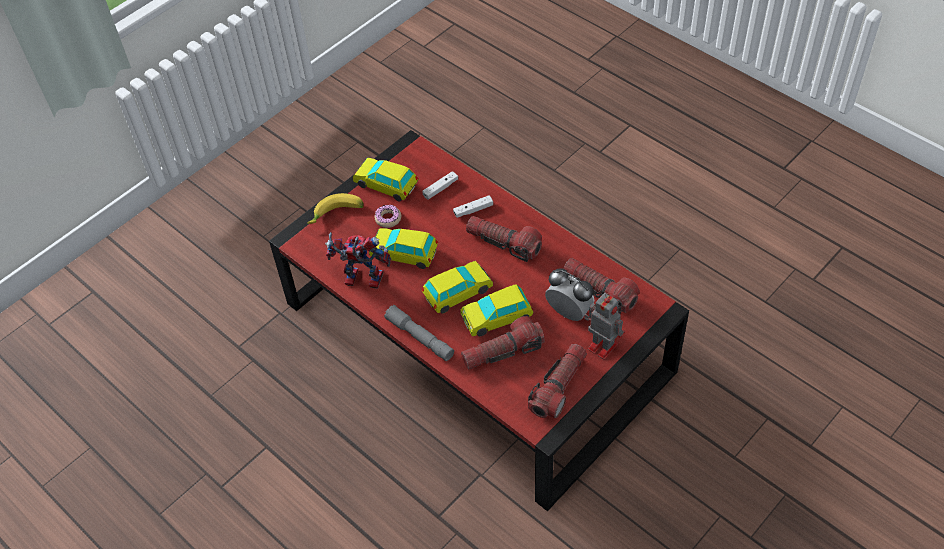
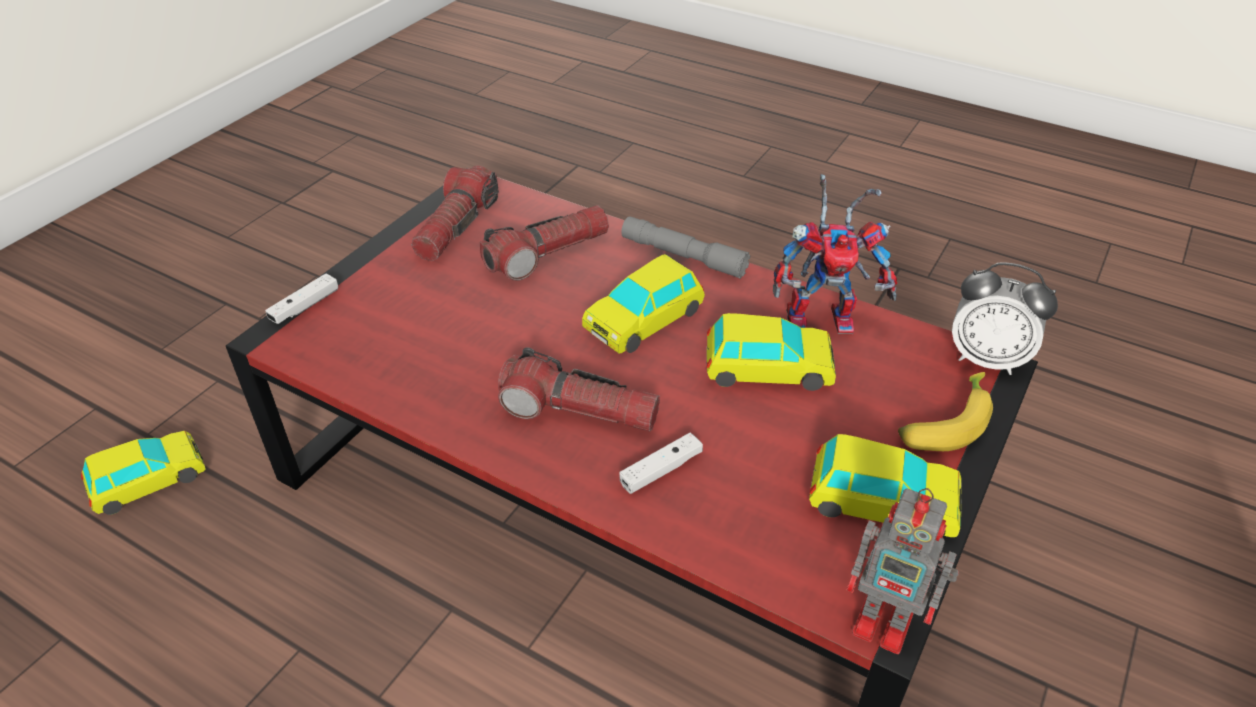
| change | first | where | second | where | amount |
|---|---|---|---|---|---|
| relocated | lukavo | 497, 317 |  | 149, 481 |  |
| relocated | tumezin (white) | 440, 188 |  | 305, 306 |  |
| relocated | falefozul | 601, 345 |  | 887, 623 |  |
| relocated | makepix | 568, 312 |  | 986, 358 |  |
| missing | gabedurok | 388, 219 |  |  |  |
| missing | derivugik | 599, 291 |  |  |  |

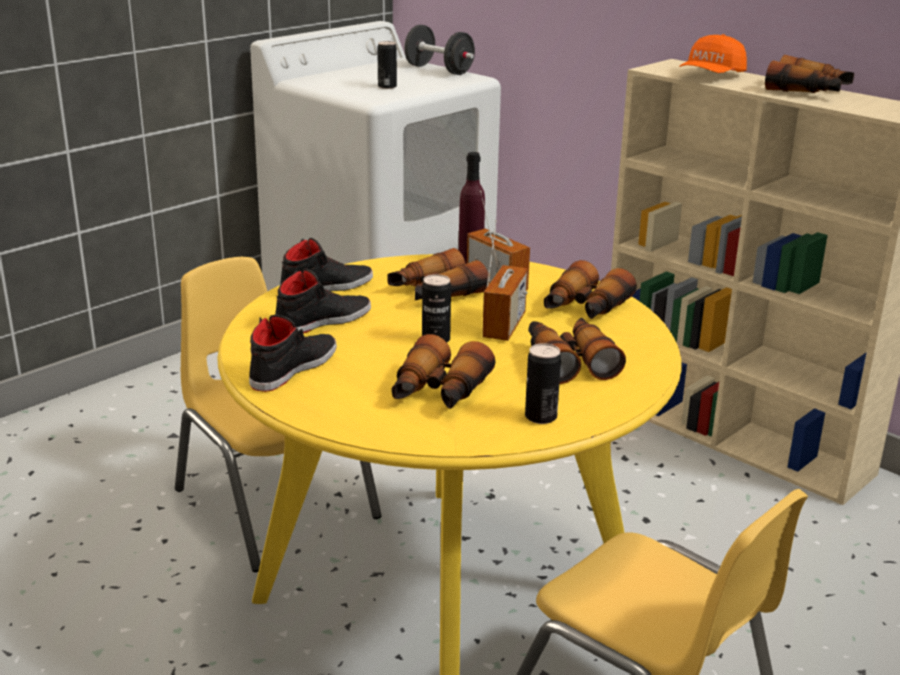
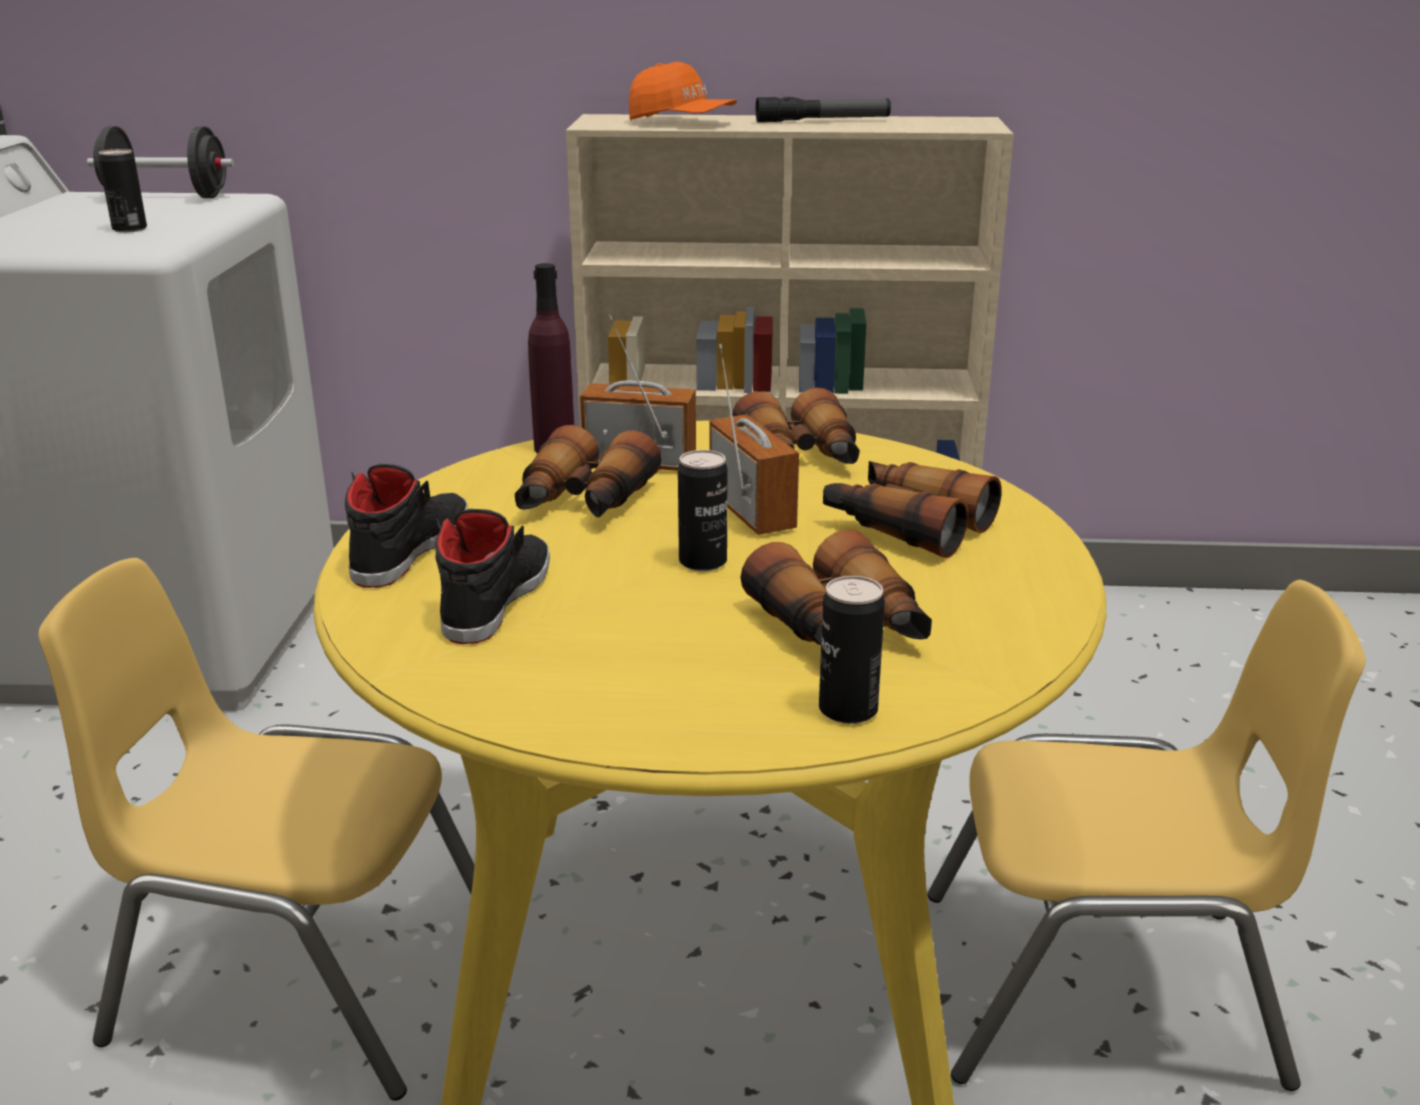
| change | first | where | second | where | amount |
|---|---|---|---|---|---|
| spun | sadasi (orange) | 711, 76 |  | 681, 122 | 60 degrees counterclockwise |
| exchanged | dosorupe | 808, 91 | derivugik | 823, 121 |  |
| relocated | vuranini | 540, 417 |  | 848, 710 |  |
| missing | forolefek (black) | 293, 368 |  |  |  |

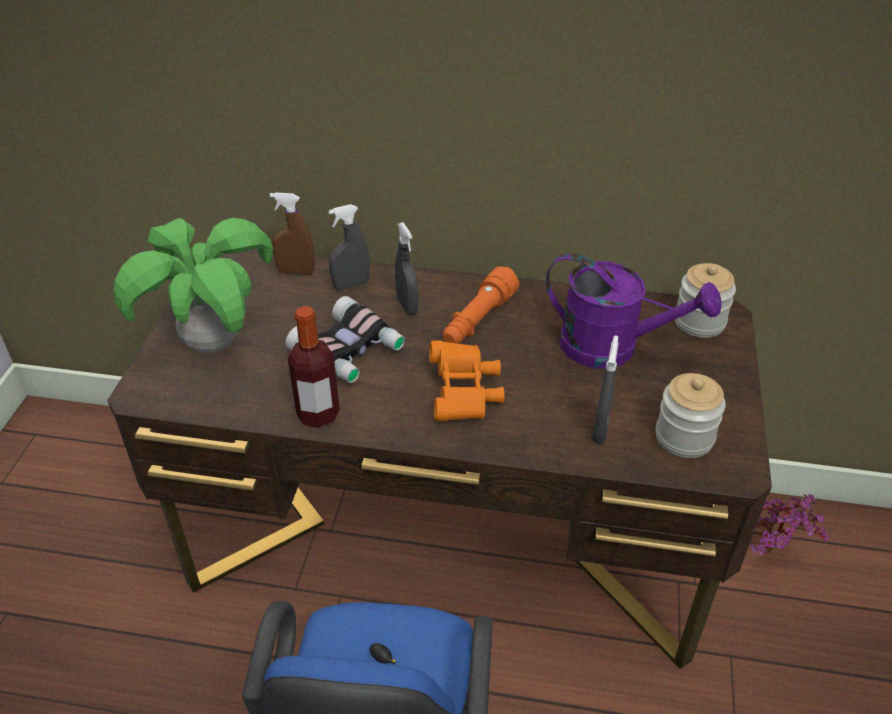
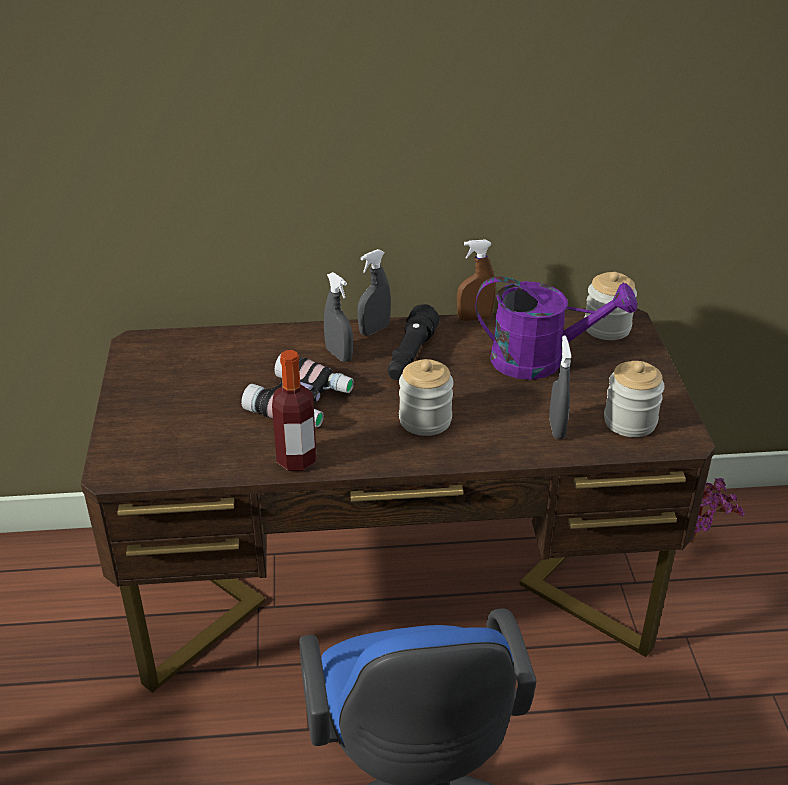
| change | first | where | second | where | amount |
|---|---|---|---|---|---|
| relocated | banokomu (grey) | 351, 285 |  | 374, 330 |  |
| colour | derivugik (orange) | 478, 320 | derivugik (black) | 410, 357 |  |
| exchanged | dosorupe (orange) | 464, 394 | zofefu | 425, 420 |  |
| relocated | banokomu (brown) | 296, 272 |  | 475, 318 |  |
| missing | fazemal | 212, 343 |  |  |  |

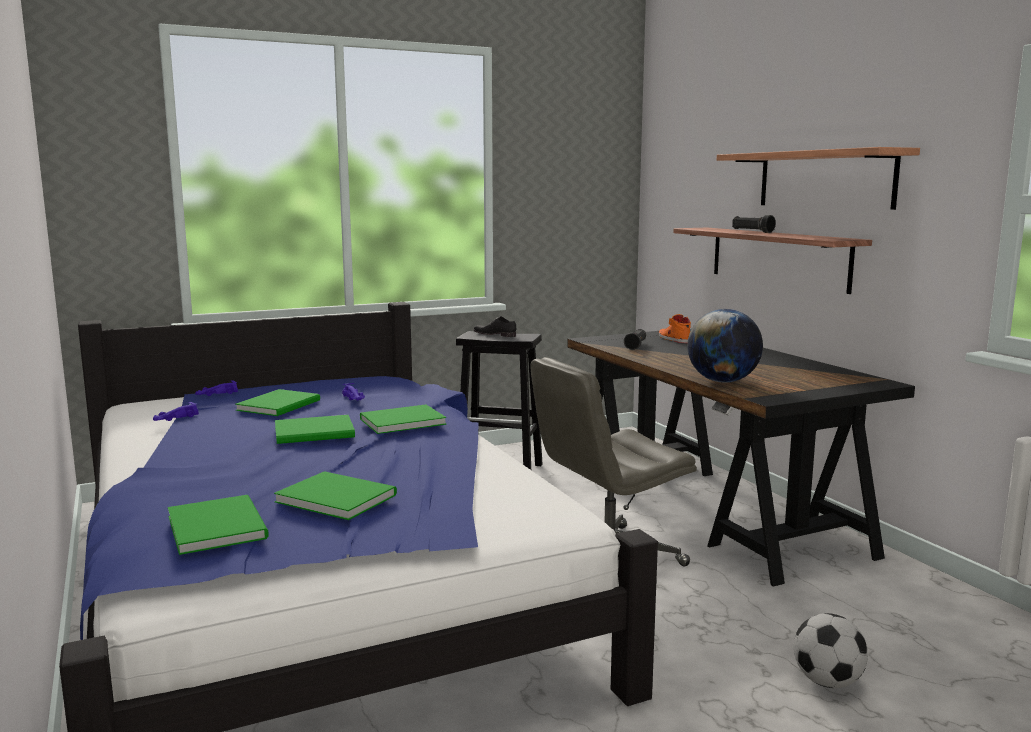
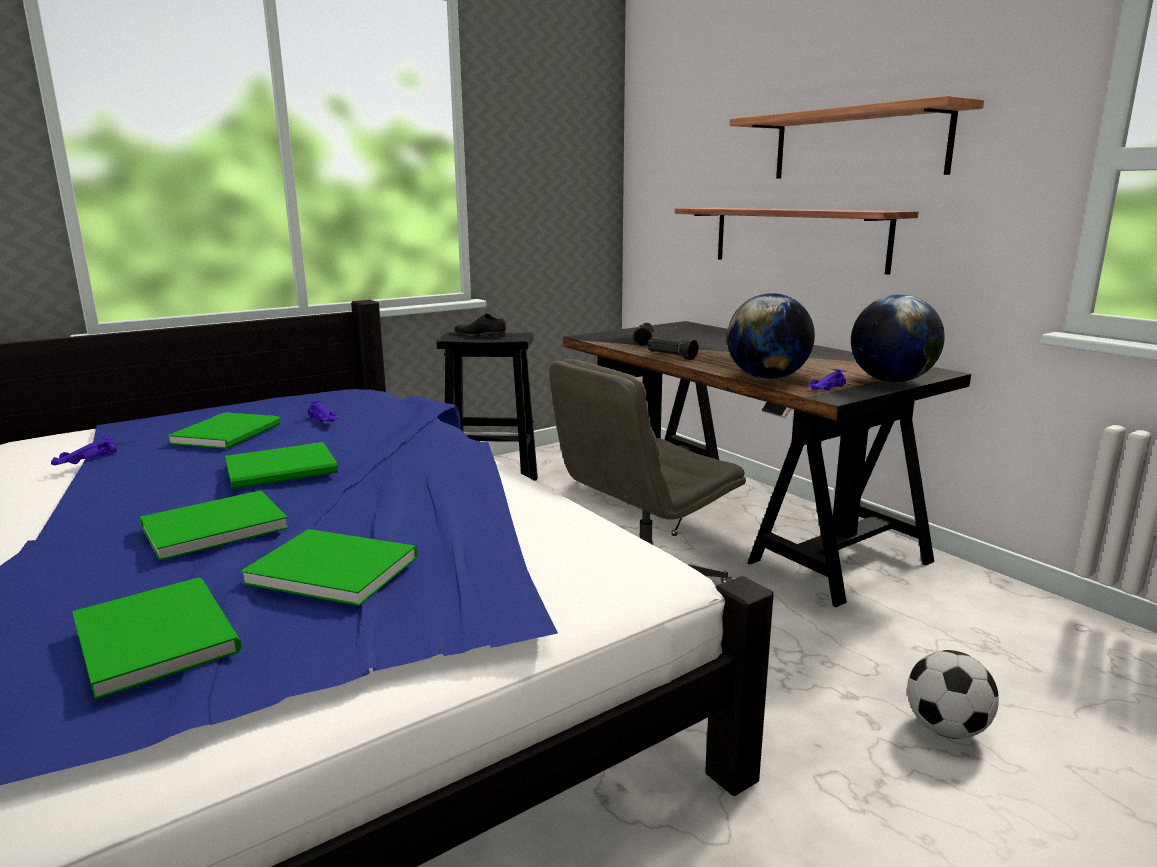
| change | first | where | second | where | amount |
|---|---|---|---|---|---|
| relocated | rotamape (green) | 399, 421 |  | 210, 527 |  |
| relocated | derivugik (black) | 752, 232 |  | 671, 357 |  |
| relocated | lukavo (purple) | 216, 394 |  | 825, 388 |  |
| appeared |  |  | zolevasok | 891, 381 |  |
| missing | forolefek (orange) | 673, 339 |  |  |  |

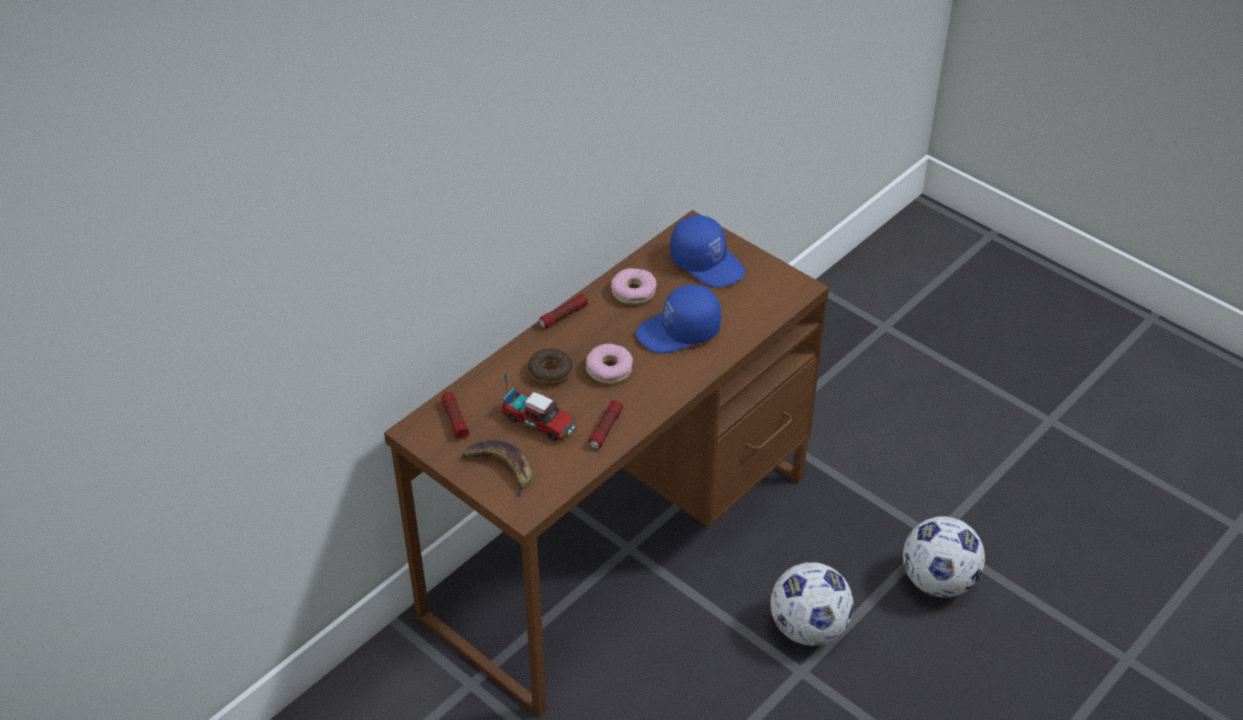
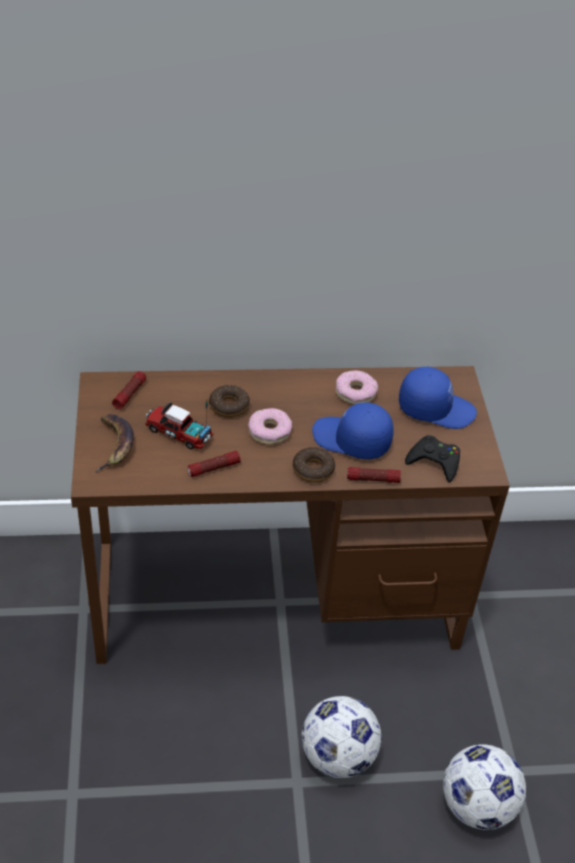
| change | first | where | second | where | amount |
|---|---|---|---|---|---|
| spun | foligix | 539, 422 |  | 178, 433 | 135 degrees clockwise |
| appeared |  |  | gabedurok | 313, 470 |  |
| relocated | derivugik | 563, 316 |  | 373, 479 |  |
| spun | sadasi (blue) | 707, 263 |  | 436, 408 | 75 degrees counterclockwise |
| appeared |  |  | tumezin (black) | 434, 462 |  |

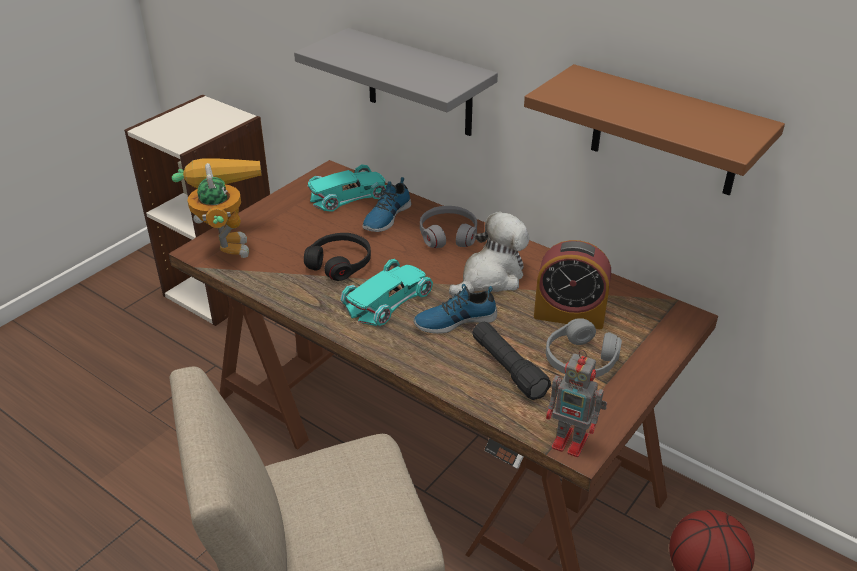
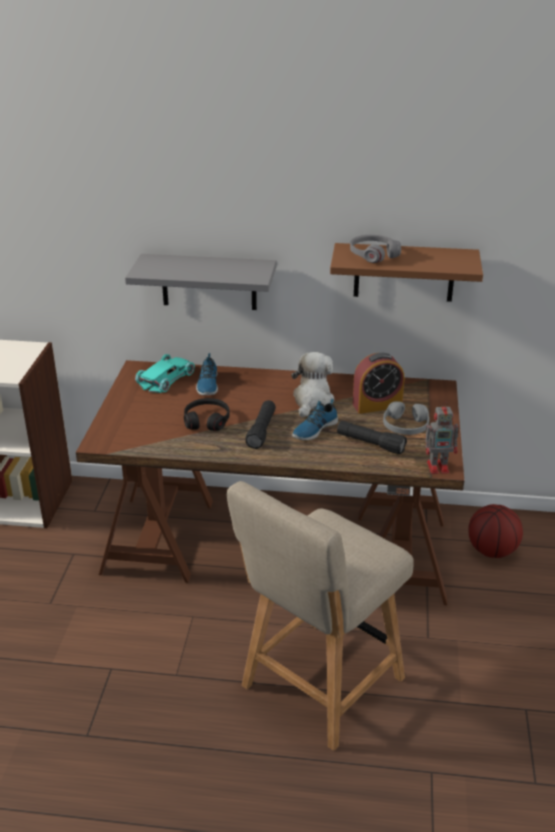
| change | first | where | second | where | amount |
|---|---|---|---|---|---|
| exchanged | lukavo (turquoise) | 389, 299 | derivugik (black) | 261, 431 |  |
| relocated | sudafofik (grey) | 448, 234 |  | 373, 255 |  |
| missing | falefozul | 225, 241 |  |  |  |

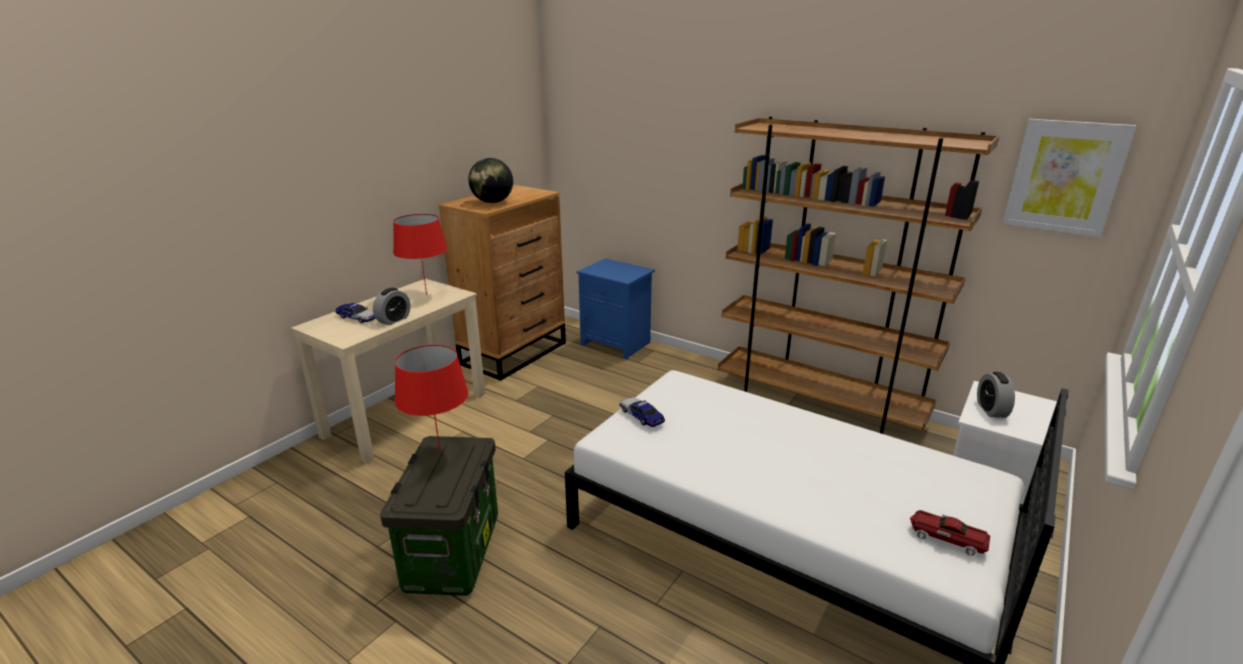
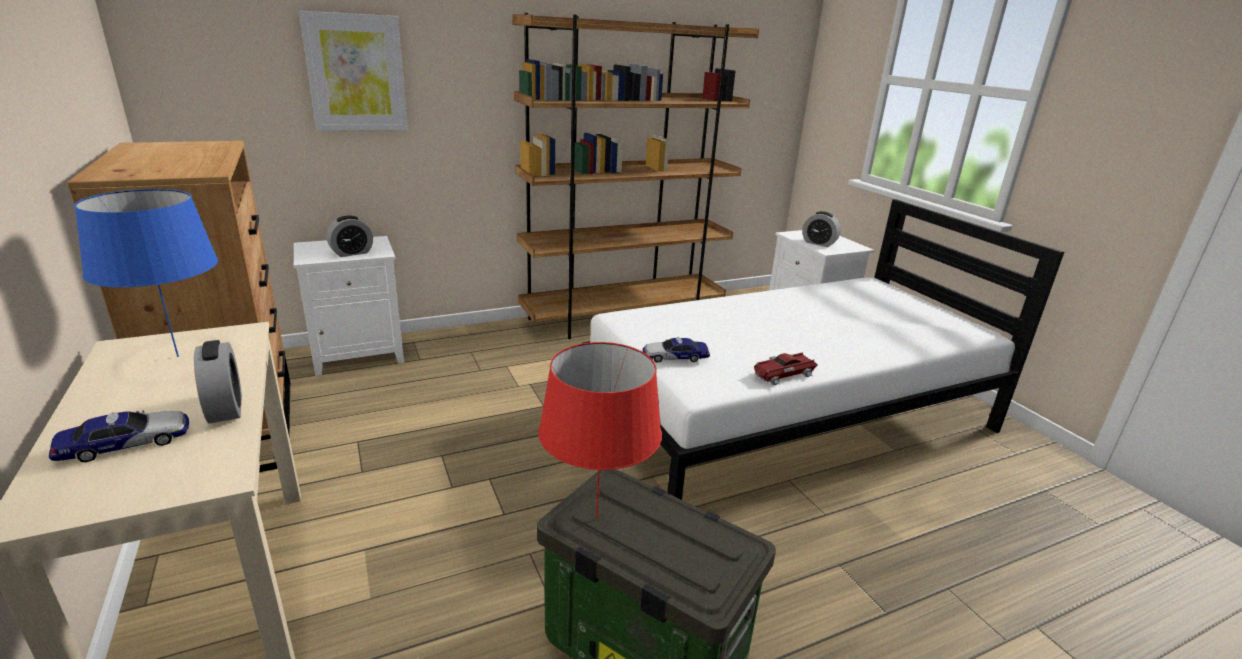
| change | first | where | second | where | amount |
|---|---|---|---|---|---|
| colour | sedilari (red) | 426, 294 | sedilari (blue) | 178, 356 |  |
| colour | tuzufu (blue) | 617, 343 | tuzufu (white) | 359, 354 |  |
| relocated | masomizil | 1064, 177 |  | 356, 73 |  |
| appeared |  |  | makepix | 352, 253 |  |
| relocated | lukavo | 946, 538 |  | 783, 374 |  |
| missing | zolevasok | 492, 202 |  |  |  |

